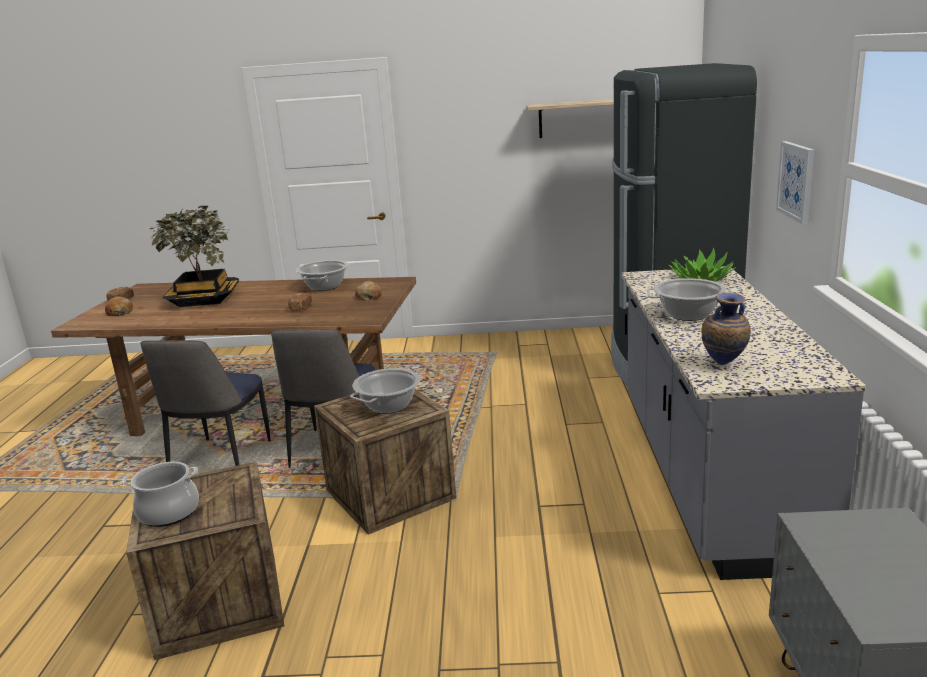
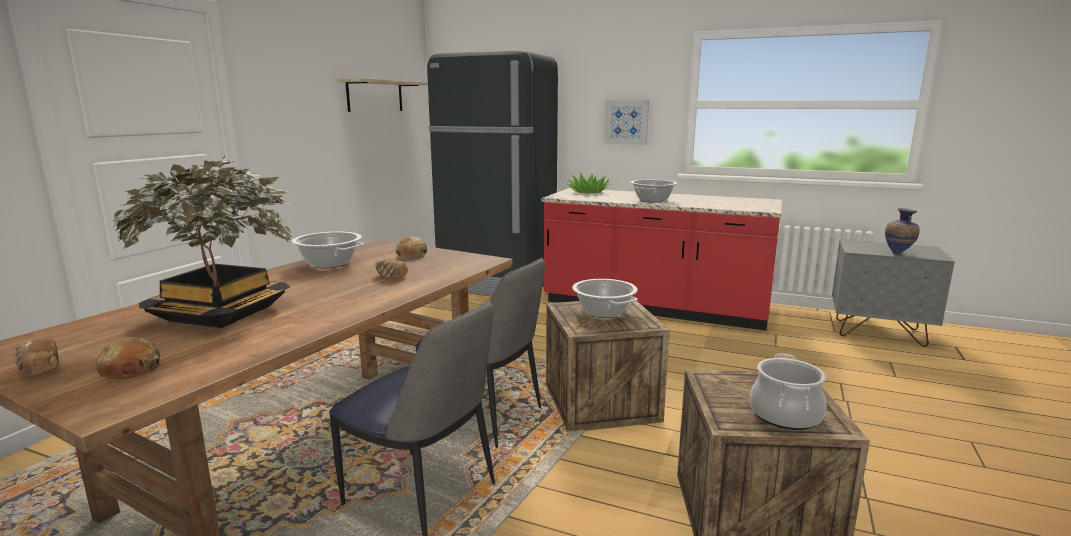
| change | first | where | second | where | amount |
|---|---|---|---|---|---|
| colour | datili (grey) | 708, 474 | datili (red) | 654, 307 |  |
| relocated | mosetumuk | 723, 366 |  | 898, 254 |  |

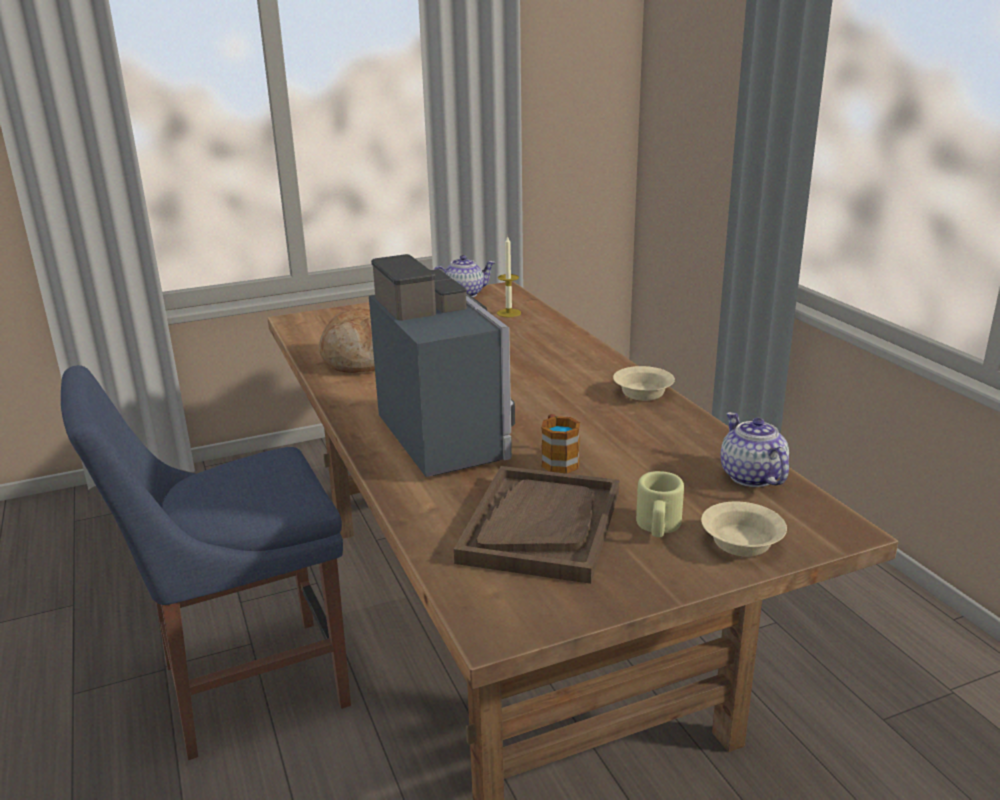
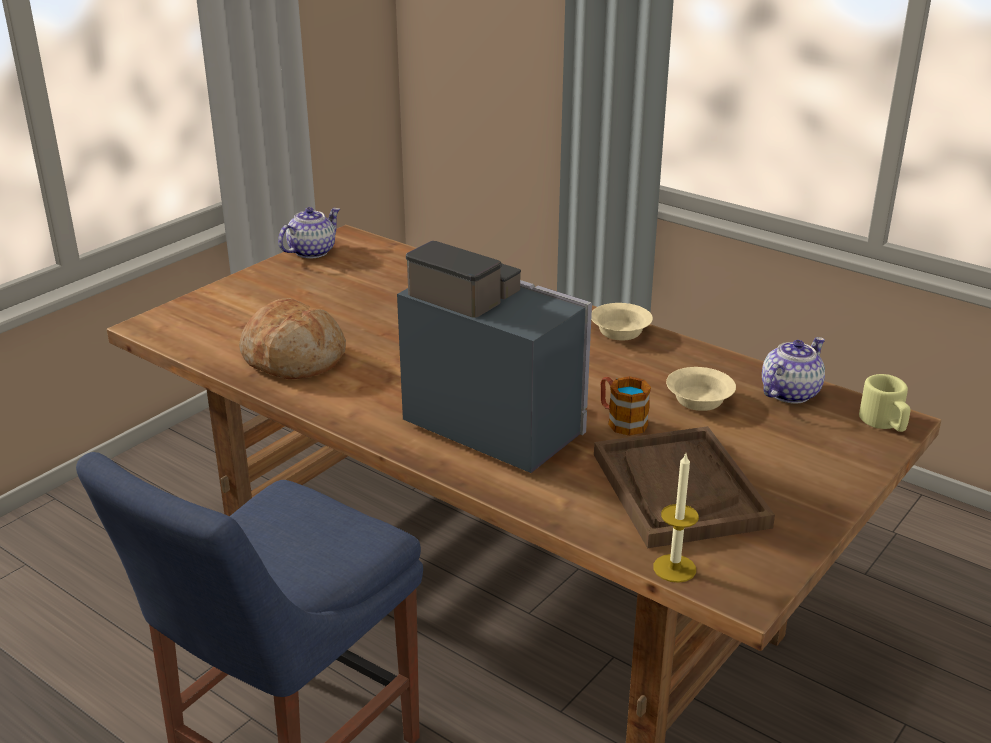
| change | first | where | second | where | amount |
|---|---|---|---|---|---|
| relocated | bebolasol | 509, 313 |  | 674, 568 |  |
| relocated | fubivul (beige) | 739, 544 |  | 698, 401 |  |
| spun | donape | 750, 476 |  | 789, 392 | 90 degrees clockwise |
| relocated | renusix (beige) | 658, 527 |  | 884, 423 |  |

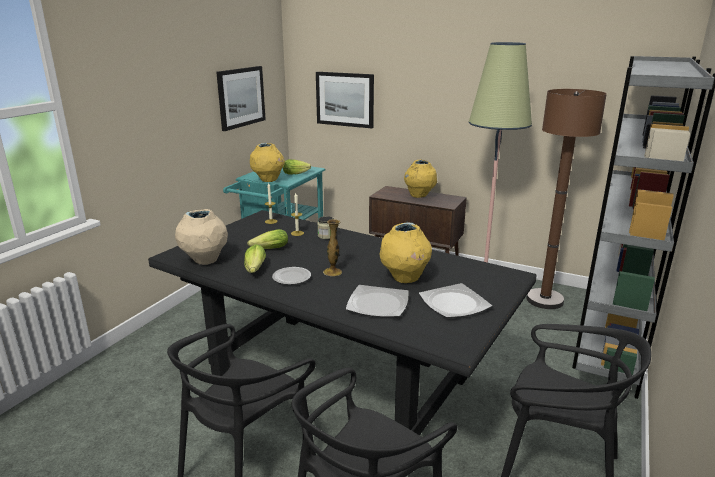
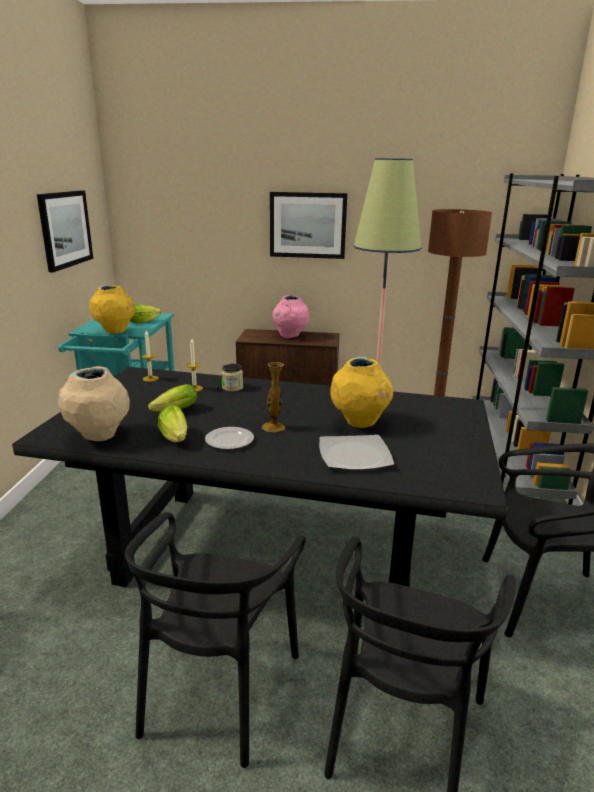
| change | first | where | second | where | amount |
|---|---|---|---|---|---|
| relocated | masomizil | 345, 99 |  | 307, 225 |  |
| colour | mosetumuk (yellow) | 419, 196 | mosetumuk (pink) | 290, 336 |  |
| missing | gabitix | 455, 304 |  |  |  |

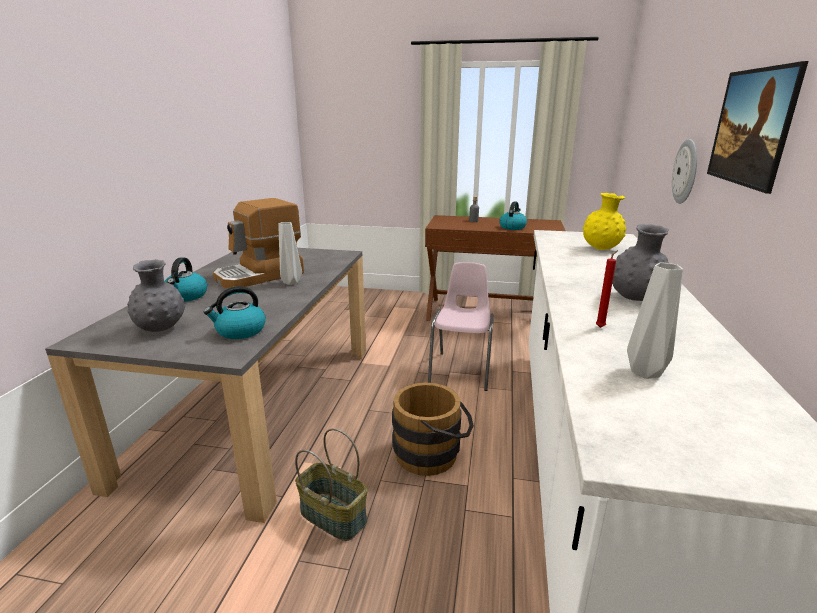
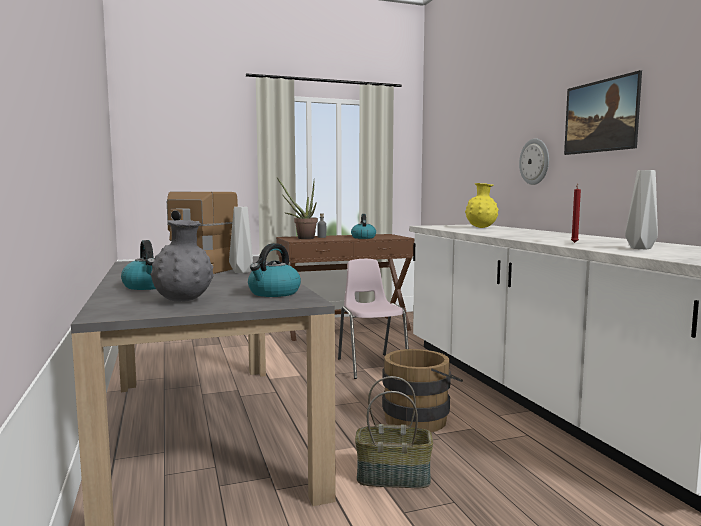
| change | first | where | second | where | amount |
|---|---|---|---|---|---|
| appeared |  |  | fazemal | 302, 238 |  |
| missing | mosetumuk (grey) | 635, 299 |  |  |  |

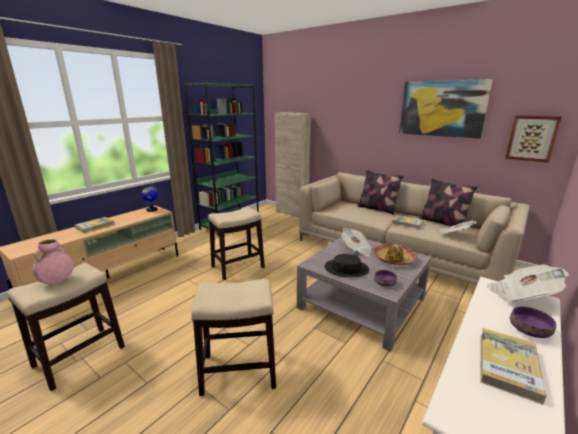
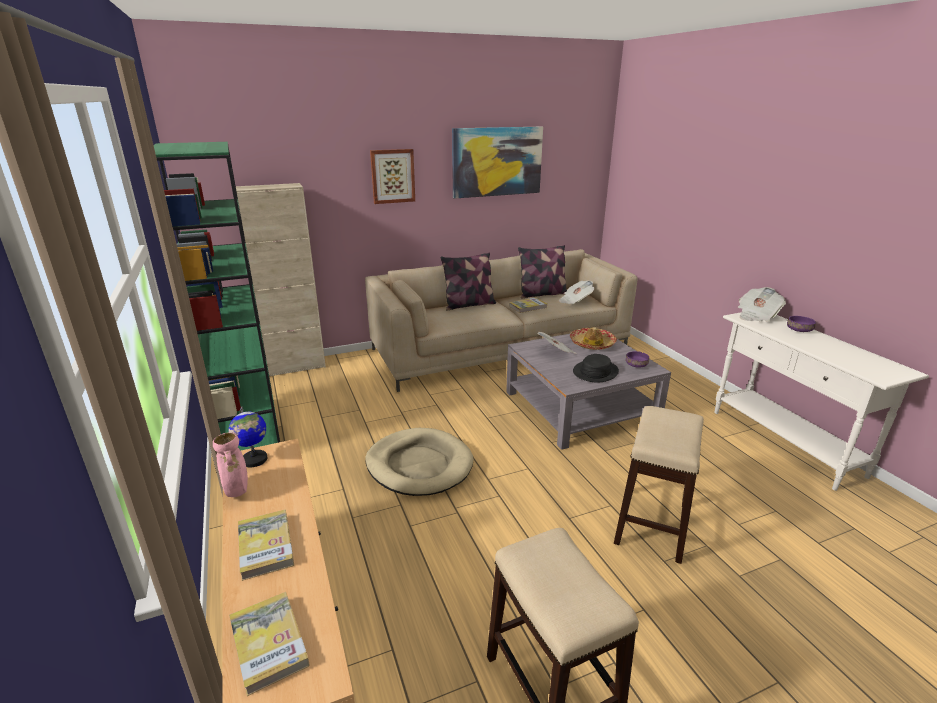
| change | first | where | second | where | amount |
|---|---|---|---|---|---|
| relocated | mosetumuk (pink) | 57, 281 |  | 237, 491 |  |
| relocated | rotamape | 507, 365 |  | 269, 643 |  |
| exchanged | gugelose | 238, 267 | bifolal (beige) | 419, 465 |  |
| relocated | masomizil | 532, 138 |  | 392, 176 |  |

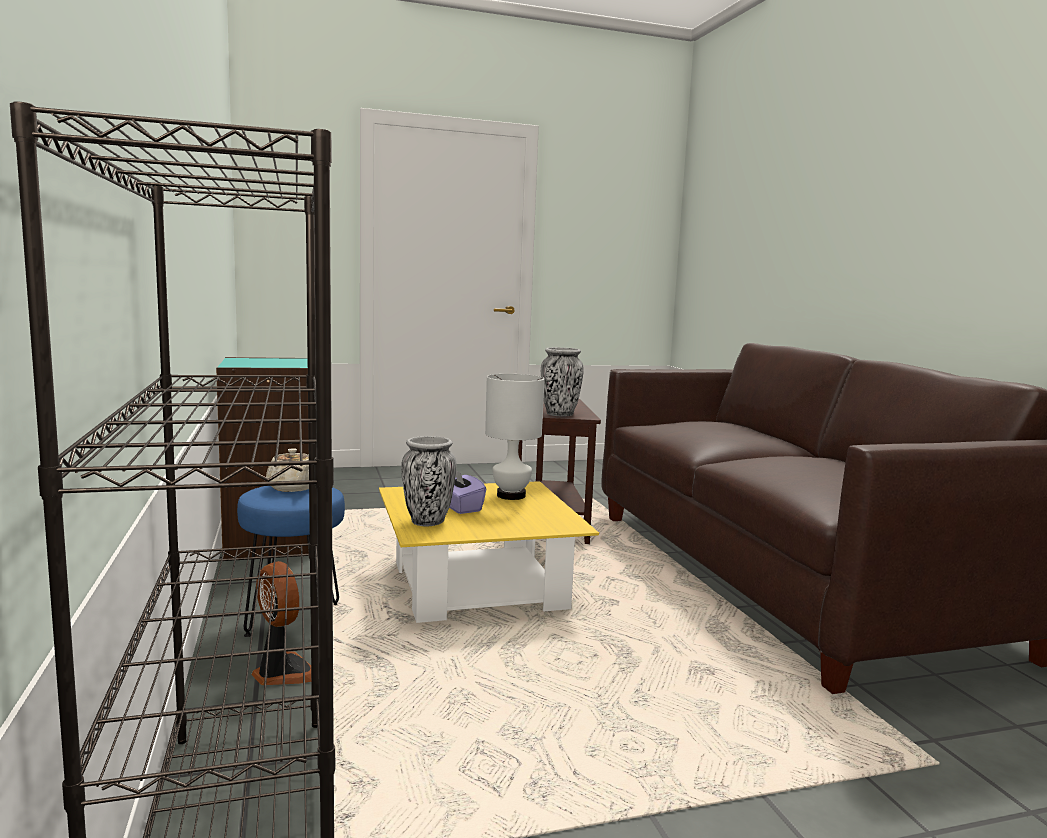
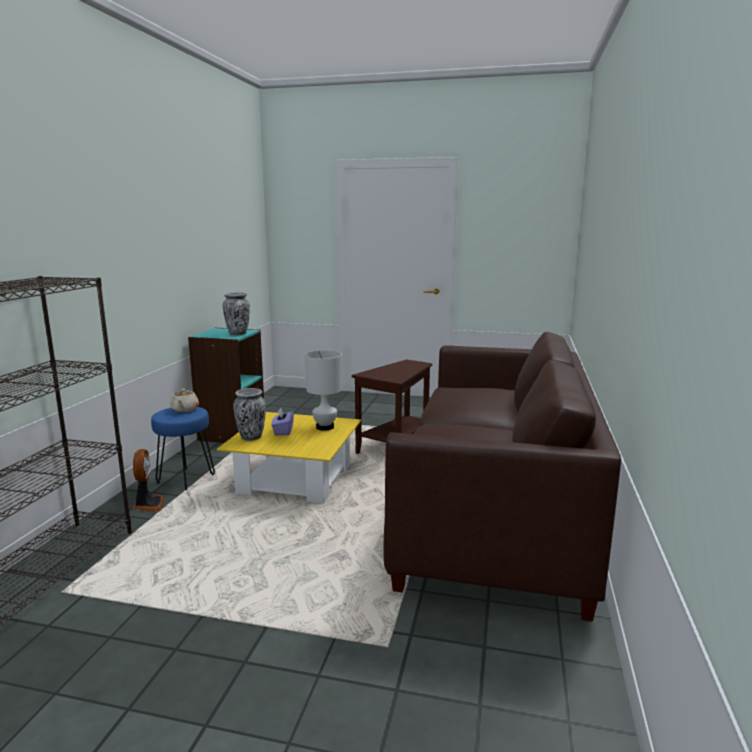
| change | first | where | second | where | amount |
|---|---|---|---|---|---|
| relocated | mosetumuk | 559, 414 |  | 238, 333 |  |

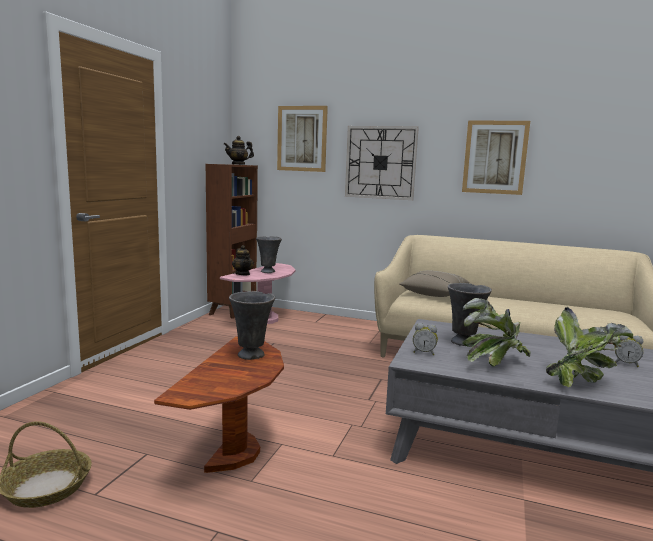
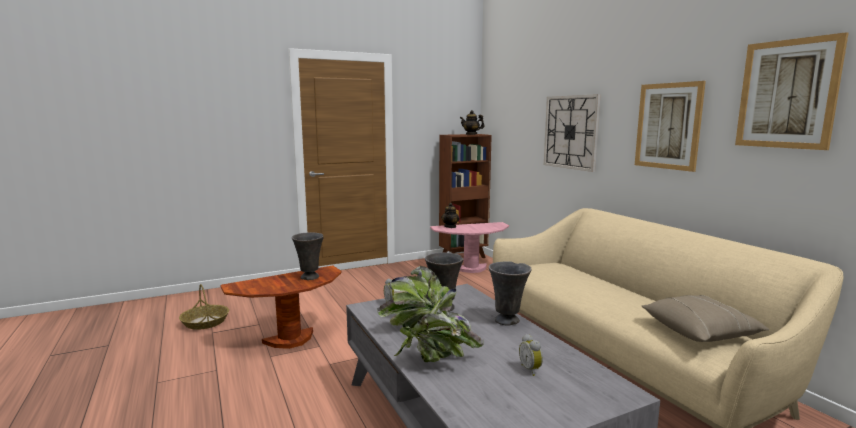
| change | first | where | second | where | amount |
|---|---|---|---|---|---|
| relocated | mosetumuk (grey) | 268, 271 |  | 508, 321 |  |
| relocated | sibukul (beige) | 434, 293 |  | 700, 331 |  |
| relocated | masomizil | 302, 138 |  | 787, 94 |  |

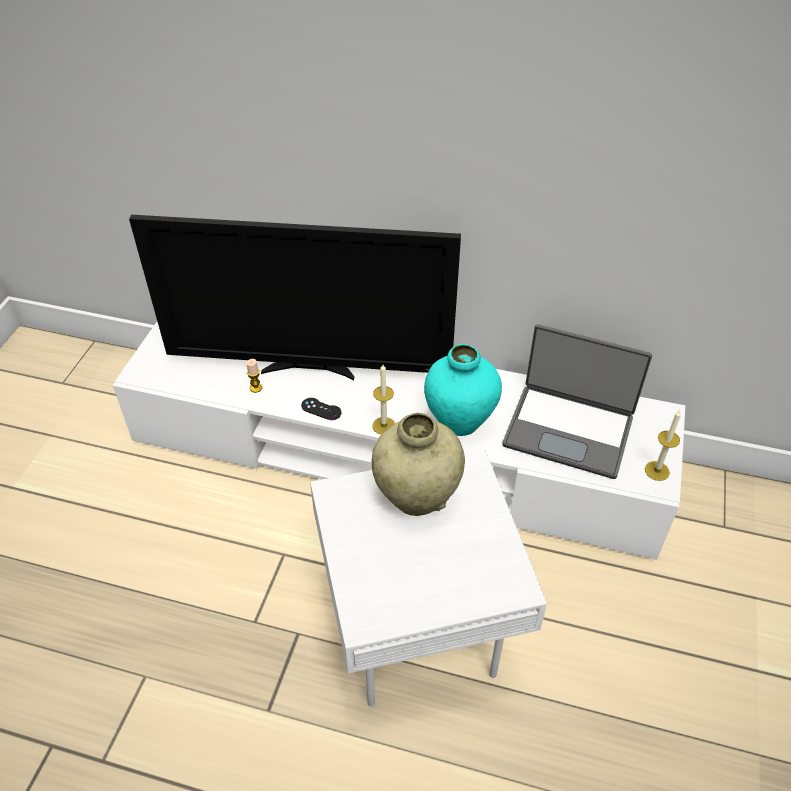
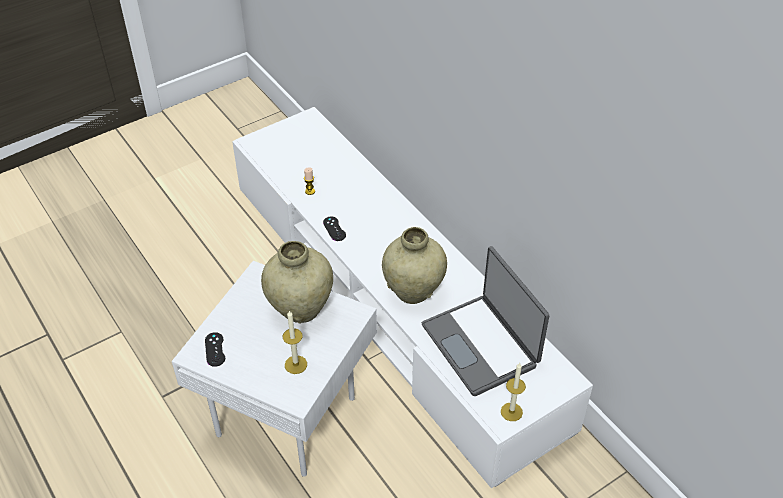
| change | first | where | second | where | amount |
|---|---|---|---|---|---|
| appeared |  |  | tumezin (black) | 215, 349 |  |
| relocated | bebolasol | 383, 425 |  | 296, 364 |  |
| colour | mosetumuk (turquoise) | 460, 421 | mosetumuk (beige) | 413, 291 |  |
| missing | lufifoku | 310, 369 |  |  |  |

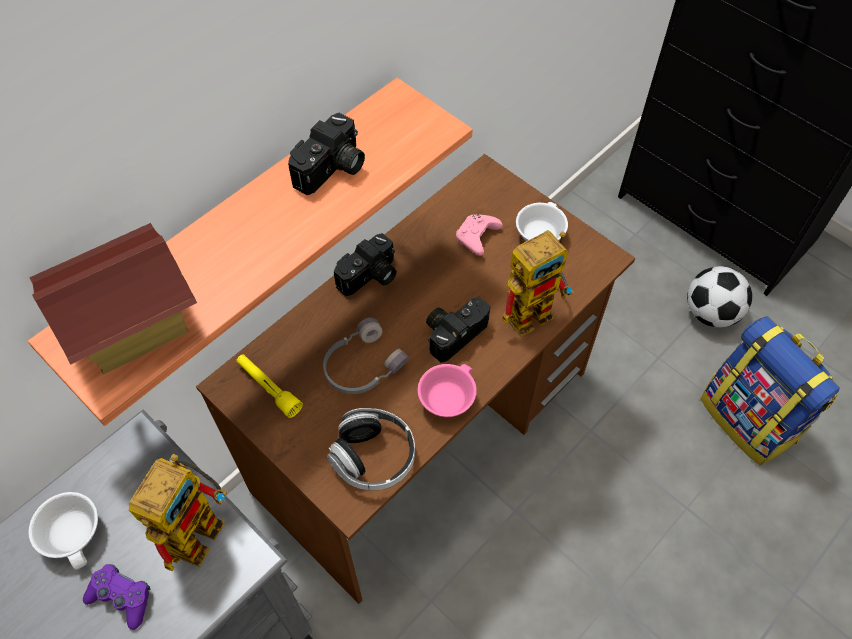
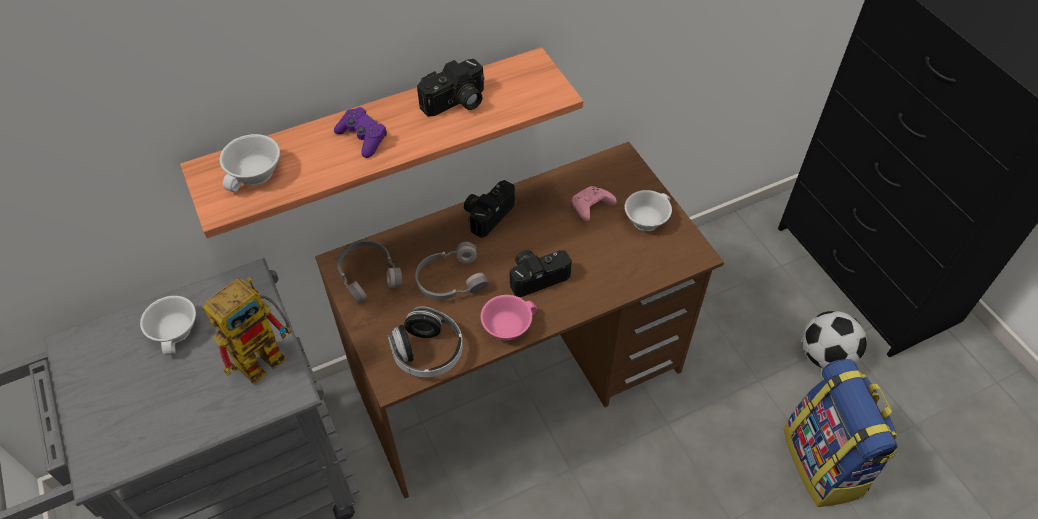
| change | first | where | second | where | amount |
|---|---|---|---|---|---|
| exchanged | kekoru | 133, 327 | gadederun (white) | 256, 175 |  |
| relocated | tumezin (purple) | 122, 597 |  | 363, 138 |  |
| exchanged | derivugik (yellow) | 268, 388 | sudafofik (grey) | 369, 274 |  |
| spun | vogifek | 370, 277 |  | 487, 213 | 150 degrees clockwise |
| missing | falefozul | 534, 309 |  |  |  |

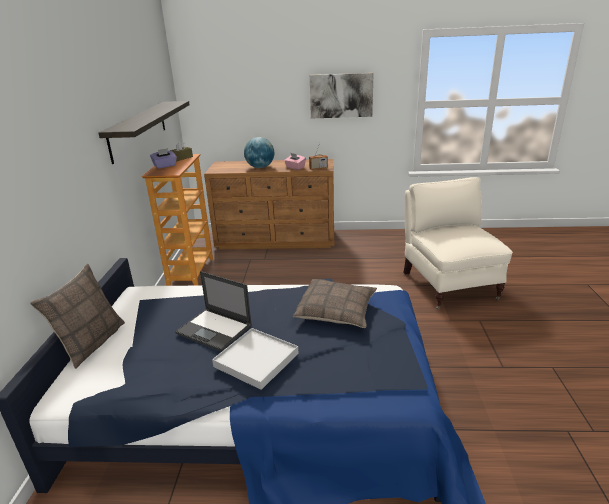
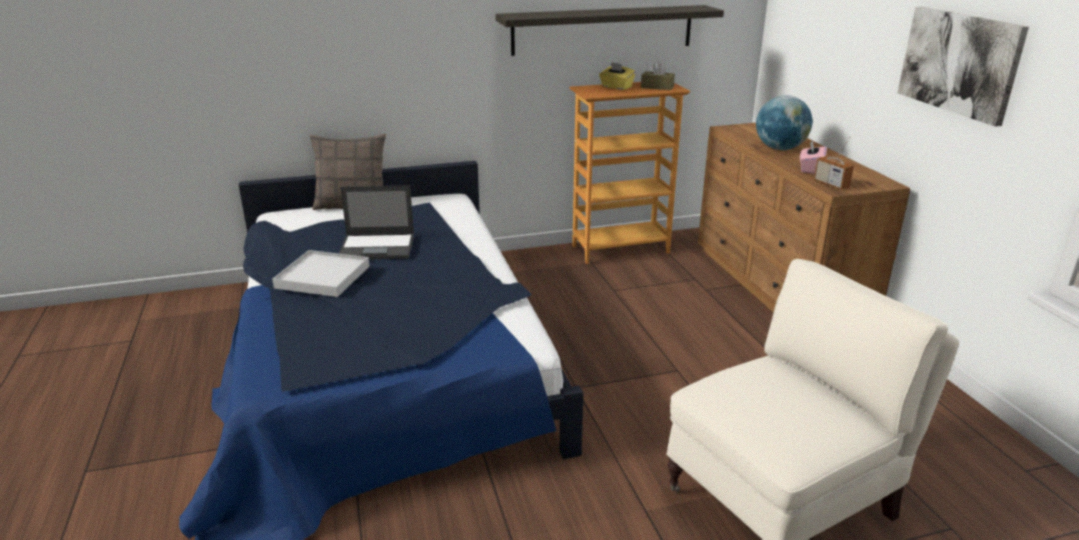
| change | first | where | second | where | amount |
|---|---|---|---|---|---|
| spun | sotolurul | 215, 329 |  | 378, 247 | 105 degrees counterclockwise |
| colour | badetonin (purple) | 165, 166 | badetonin (yellow) | 616, 87 |  |
| missing | sibukul | 336, 311 |  |  |  |

